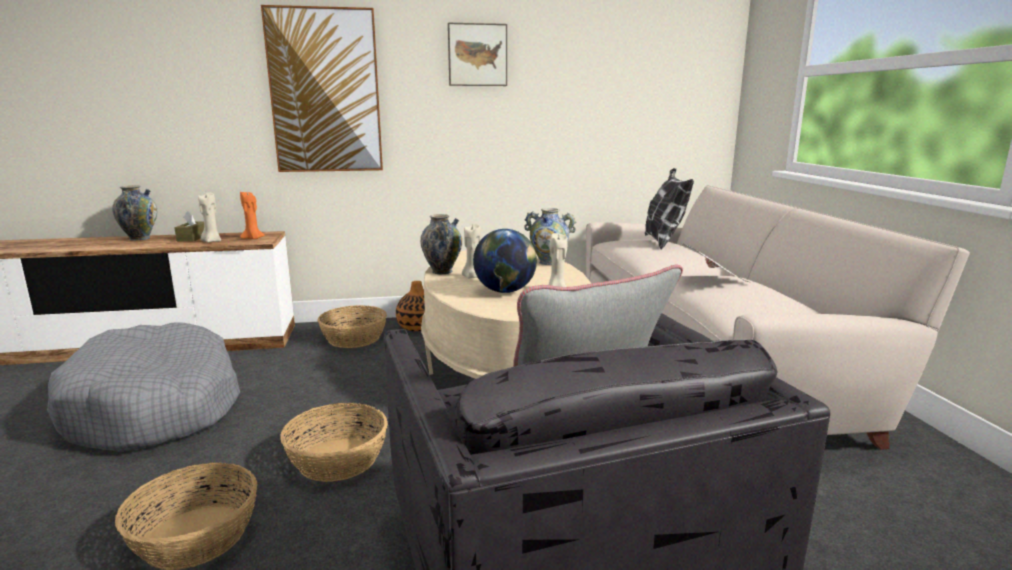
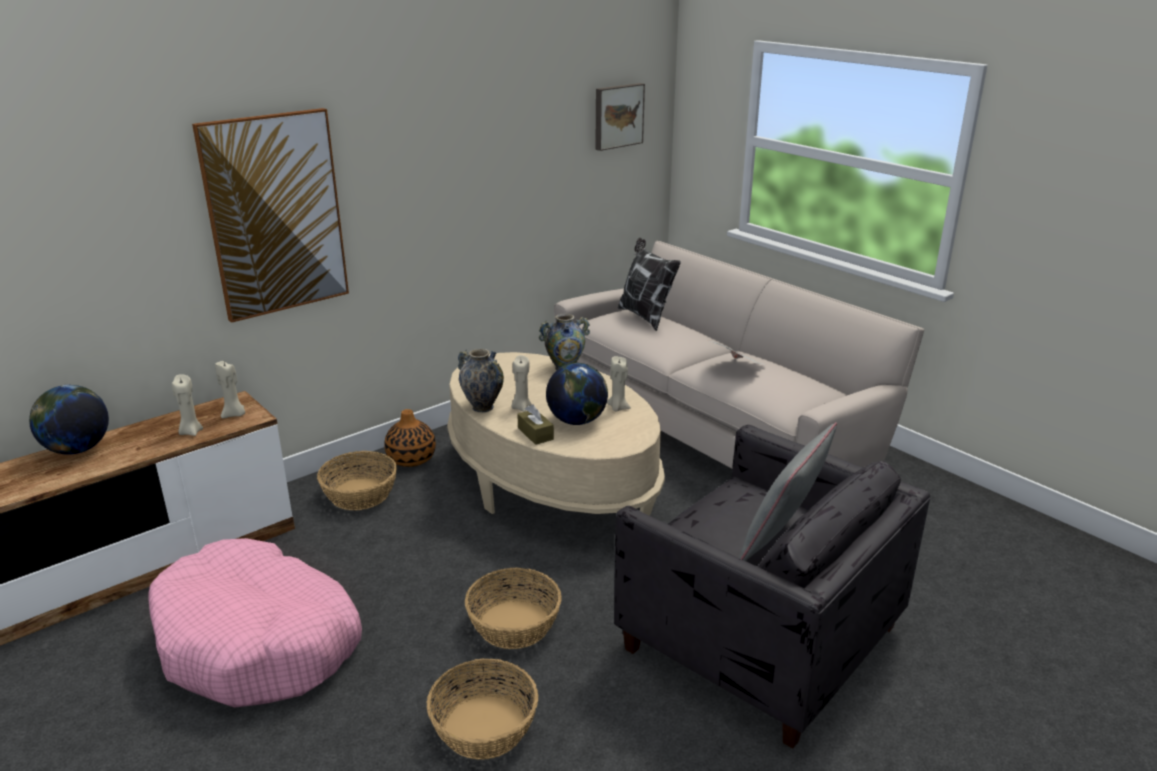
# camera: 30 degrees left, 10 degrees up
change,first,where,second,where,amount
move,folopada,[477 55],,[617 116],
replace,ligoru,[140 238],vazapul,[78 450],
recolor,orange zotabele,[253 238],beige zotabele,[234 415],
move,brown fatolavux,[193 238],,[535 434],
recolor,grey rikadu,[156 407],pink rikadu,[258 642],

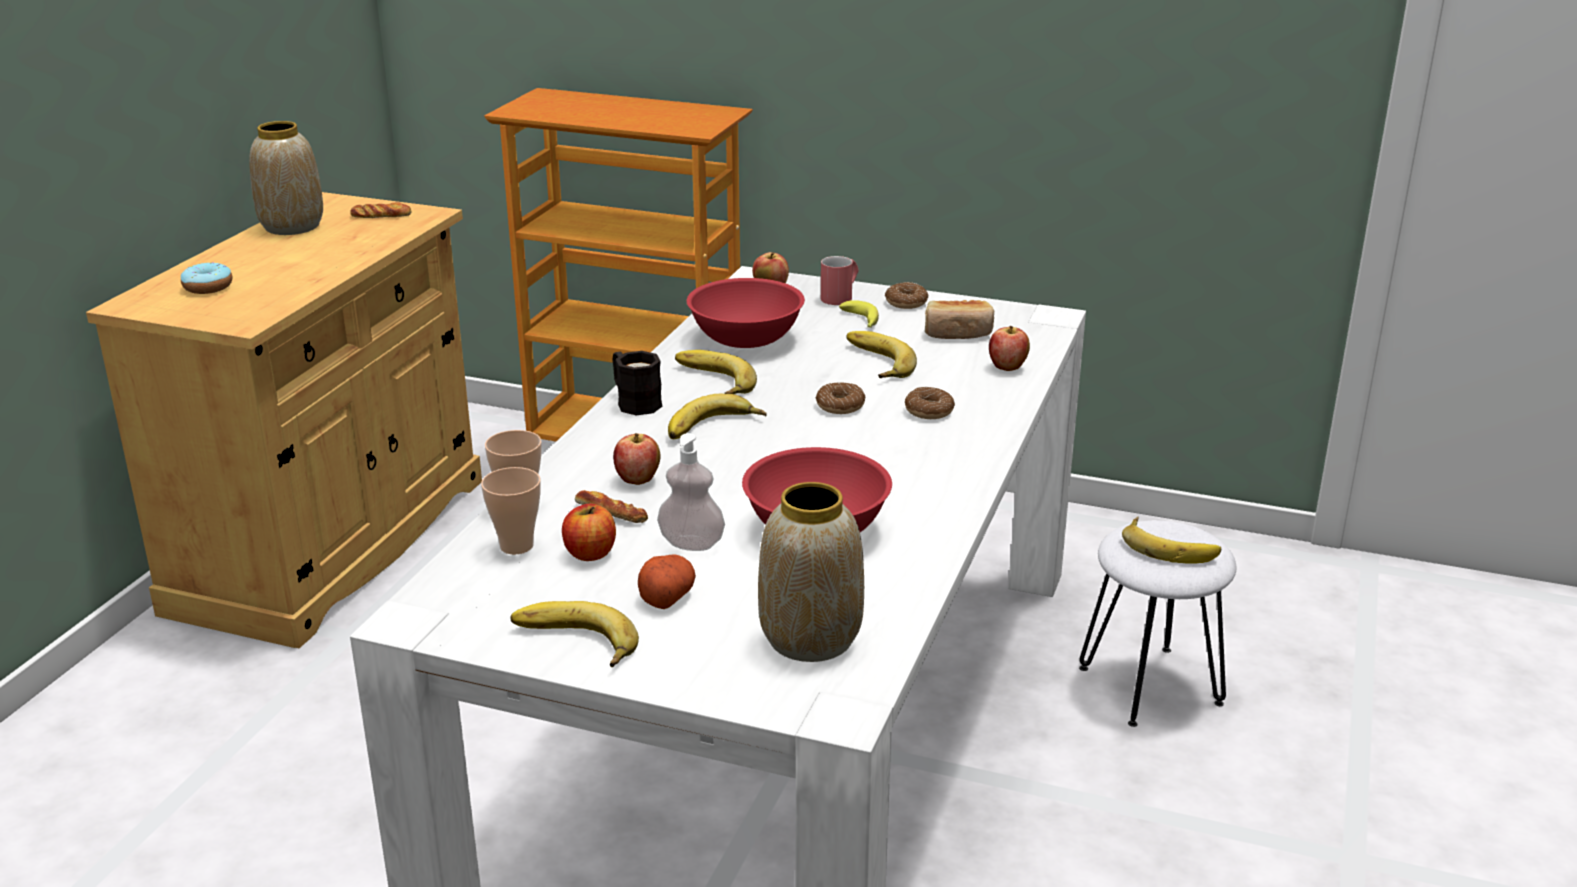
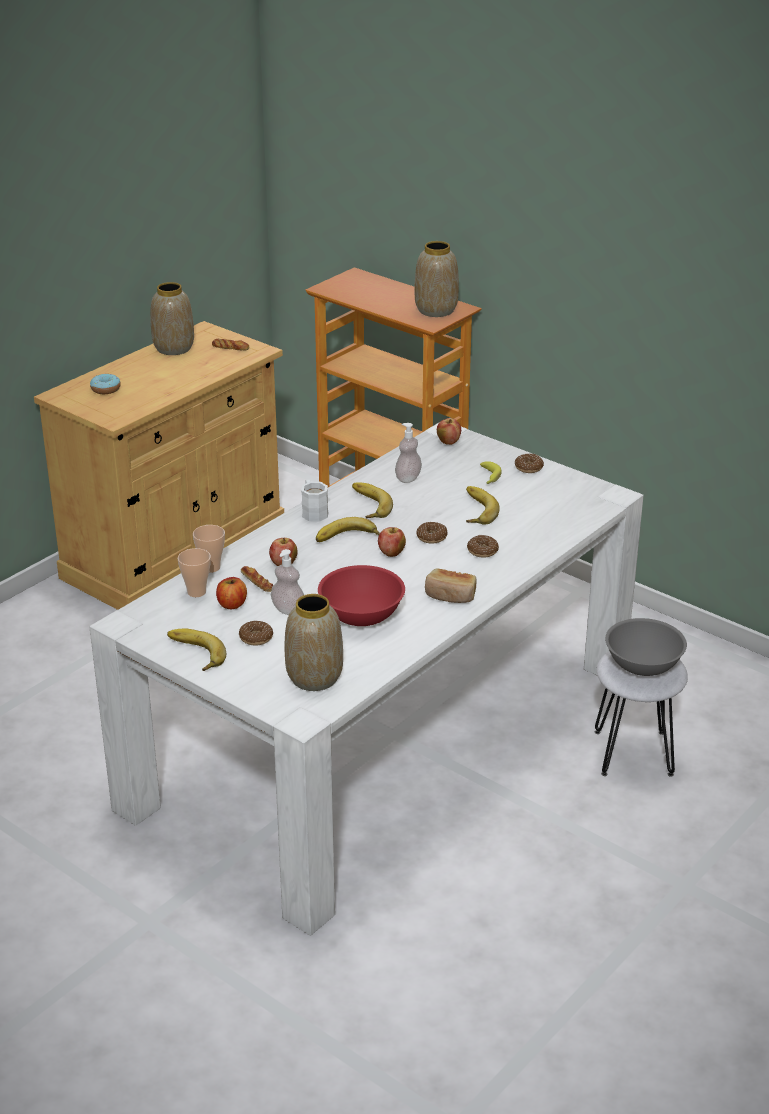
# camera: 20 degrees right, 5 degrees up
change,first,where,second,where,amount
delete,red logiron,[841 296],,,
replace,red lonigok,[746 339],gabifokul,[408 478],
move,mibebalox,[958 333],,[450 596],
move,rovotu,[1007 367],,[391 553],
recolor,black logiron,[634 402],white logiron,[313 511],
replace,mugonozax,[1170 546],grey lonigok,[644 665],
replace,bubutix,[666 596],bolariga,[256 638],
insert,,,ligoru,[436 310],

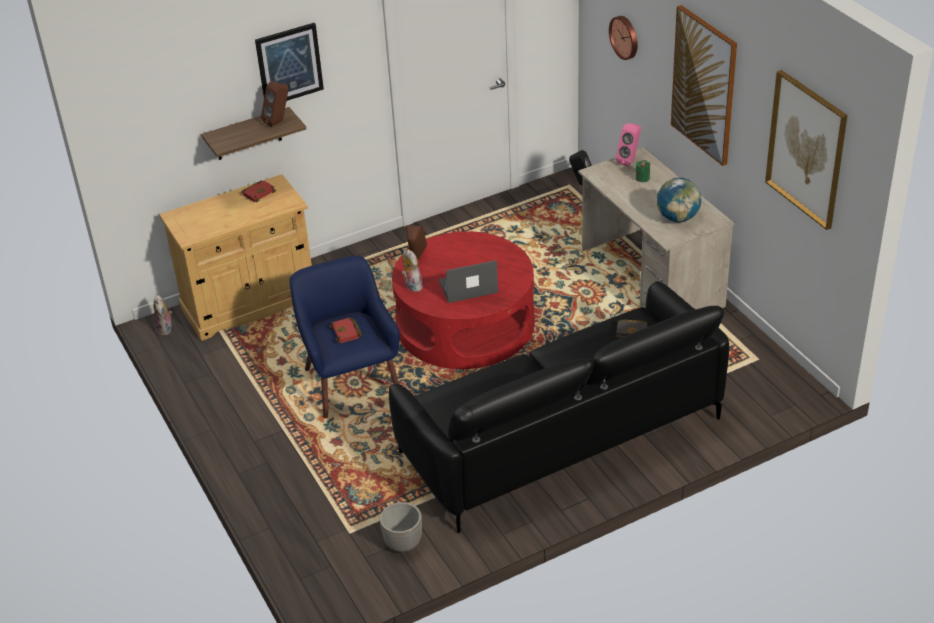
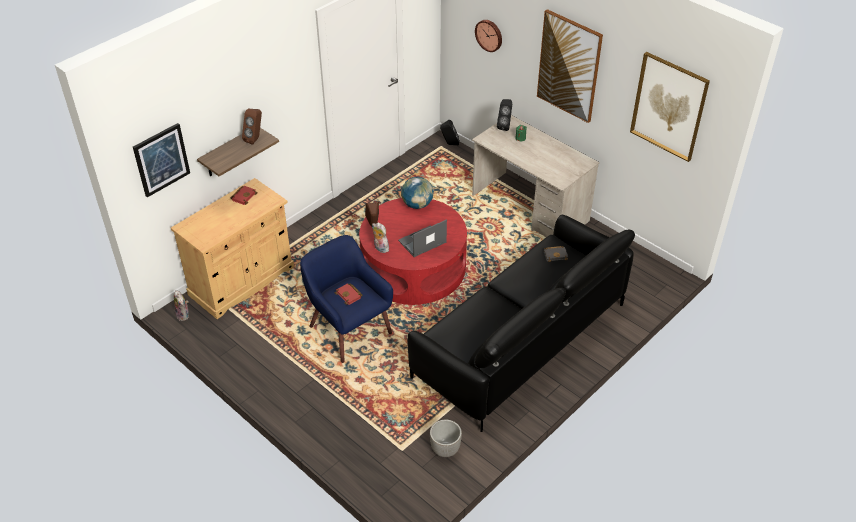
# camera: 20 degrees left, 5 degrees up
change,first,where,second,where,amount
move,folopada,[289 64],,[161 159],
recolor,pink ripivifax,[629 161],black ripivifax,[505 126],
move,vazapul,[678 218],,[417 205],

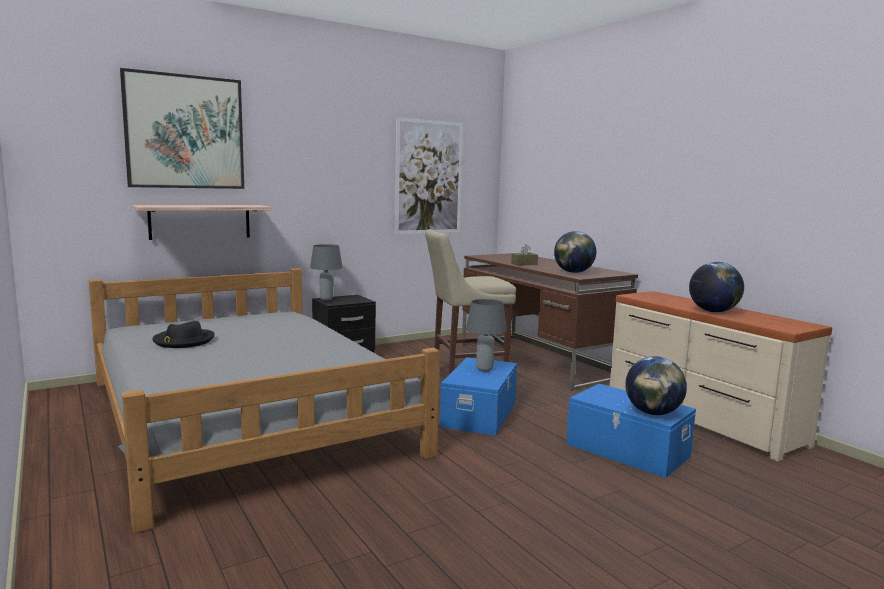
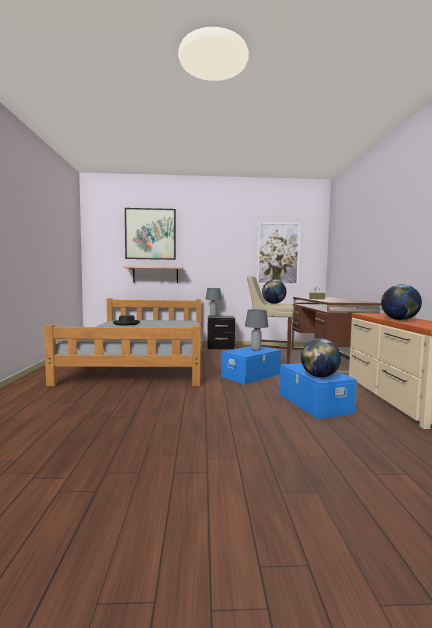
# camera: 30 degrees right, 5 degrees down
change,first,where,second,where,amount
move,vazapul,[573 272],,[273 303],

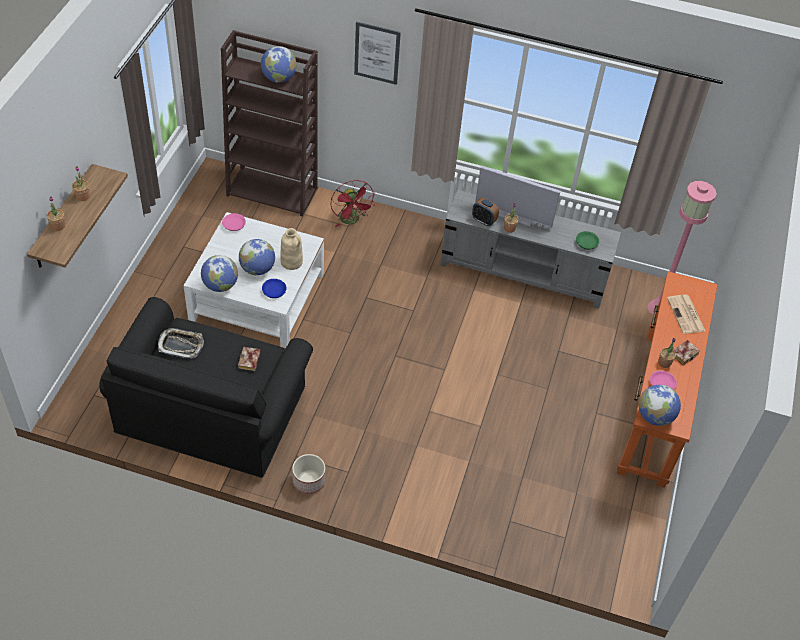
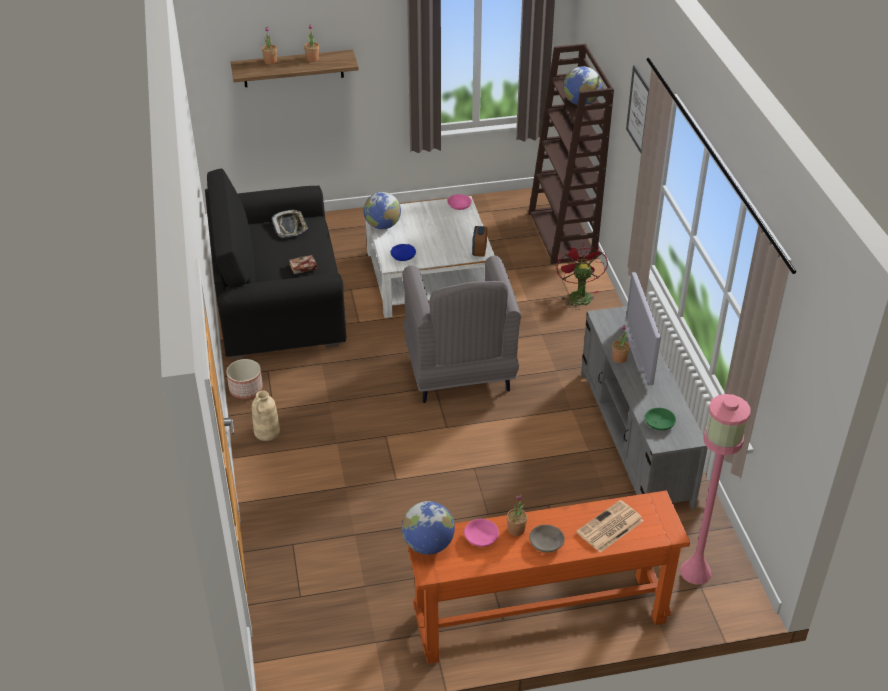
# camera: 65 degrees right, 10 degrees down
change,first,where,second,where,amount
rotate,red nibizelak,[352 220],,[578 295],135 degrees clockwise
move,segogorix,[484 220],,[479 252],
move,beige ligoru,[292 262],,[267 432],
delete,vazapul,[257 269],,,
replace,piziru,[684 353],grey lonigok,[547 543],
insert,,,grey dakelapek,[459 373],

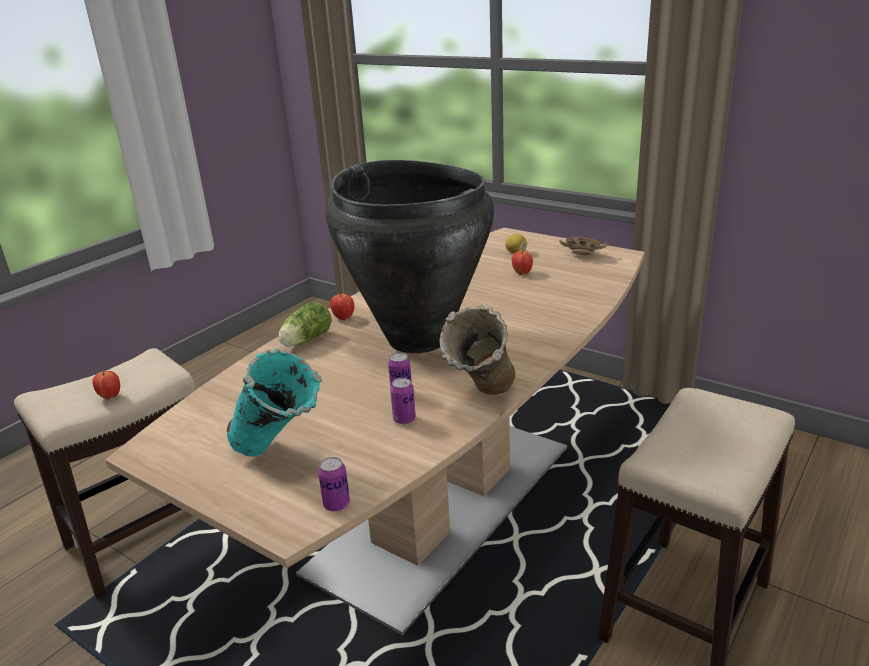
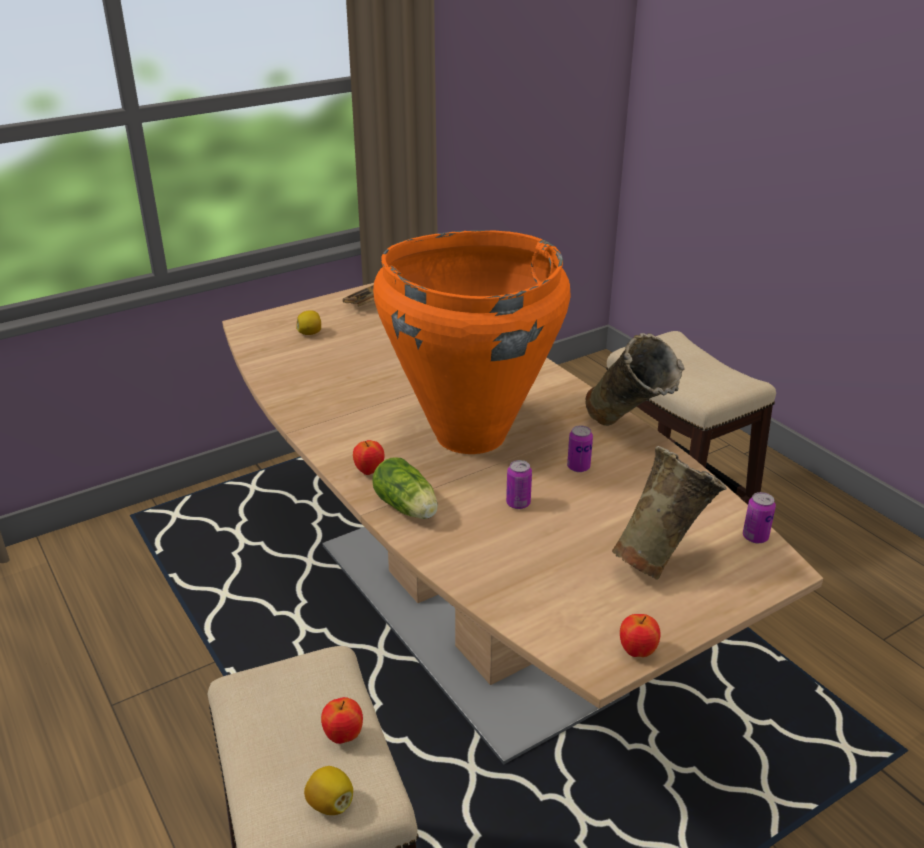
# camera: 70 degrees left, 5 degrees up
change,first,where,second,where,amount
recolor,black ligoru,[419 339],orange ligoru,[471 434],
move,rovotu,[522 273],,[637 651],
recolor,turquoise ligoru,[280 457],beige ligoru,[662 560],
move,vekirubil,[404 419],,[518 503],
insert,,,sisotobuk,[330 803],

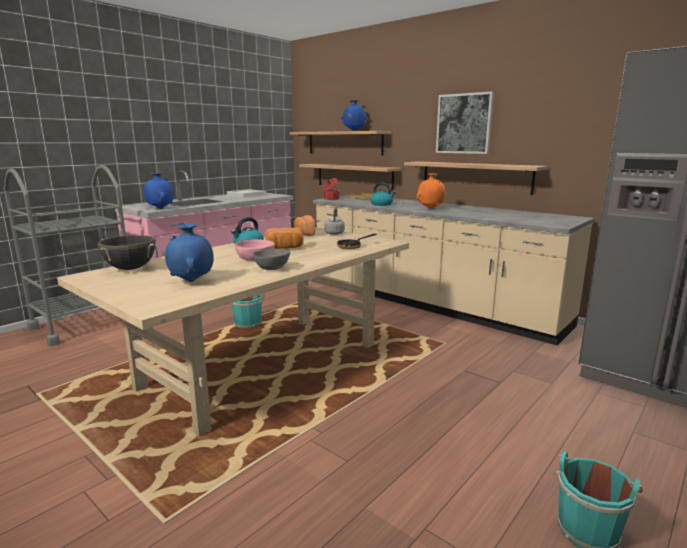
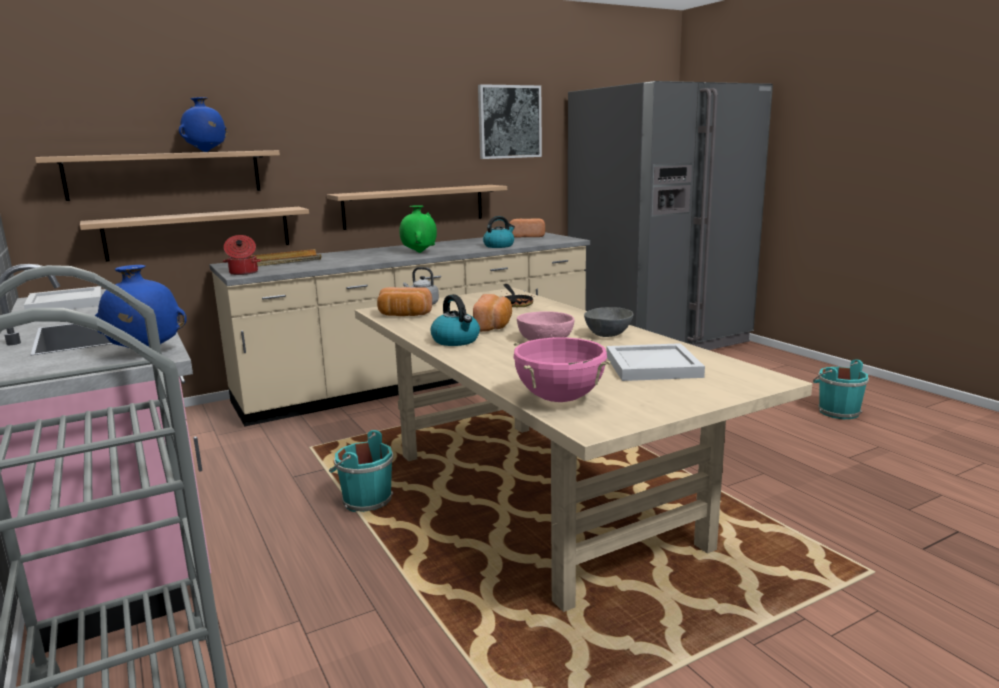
# camera: 70 degrees left, 0 degrees up
change,first,where,second,where,amount
move,folopada,[464 123],,[509 122],
recolor,orange ligoru,[430 208],green ligoru,[419 252],
move,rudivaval,[382 204],,[499 246],
replace,blue ligoru,[192 281],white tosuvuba,[653 366],
recolor,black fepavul,[130 269],pink fepavul,[560 399],
insert,,,mibebalox,[527 236],

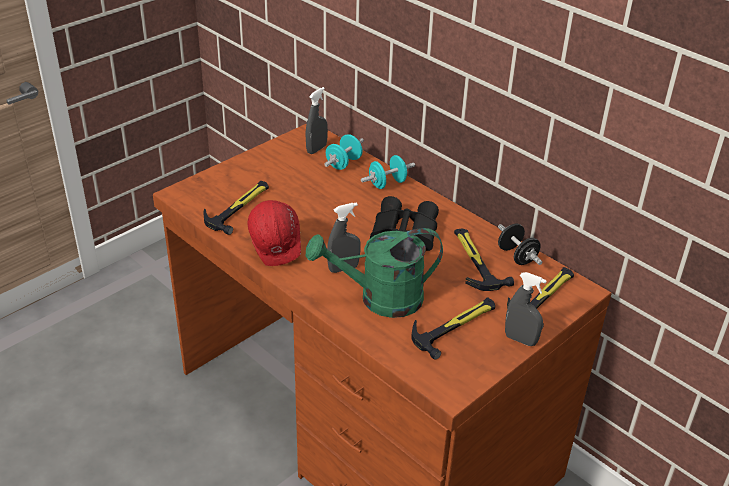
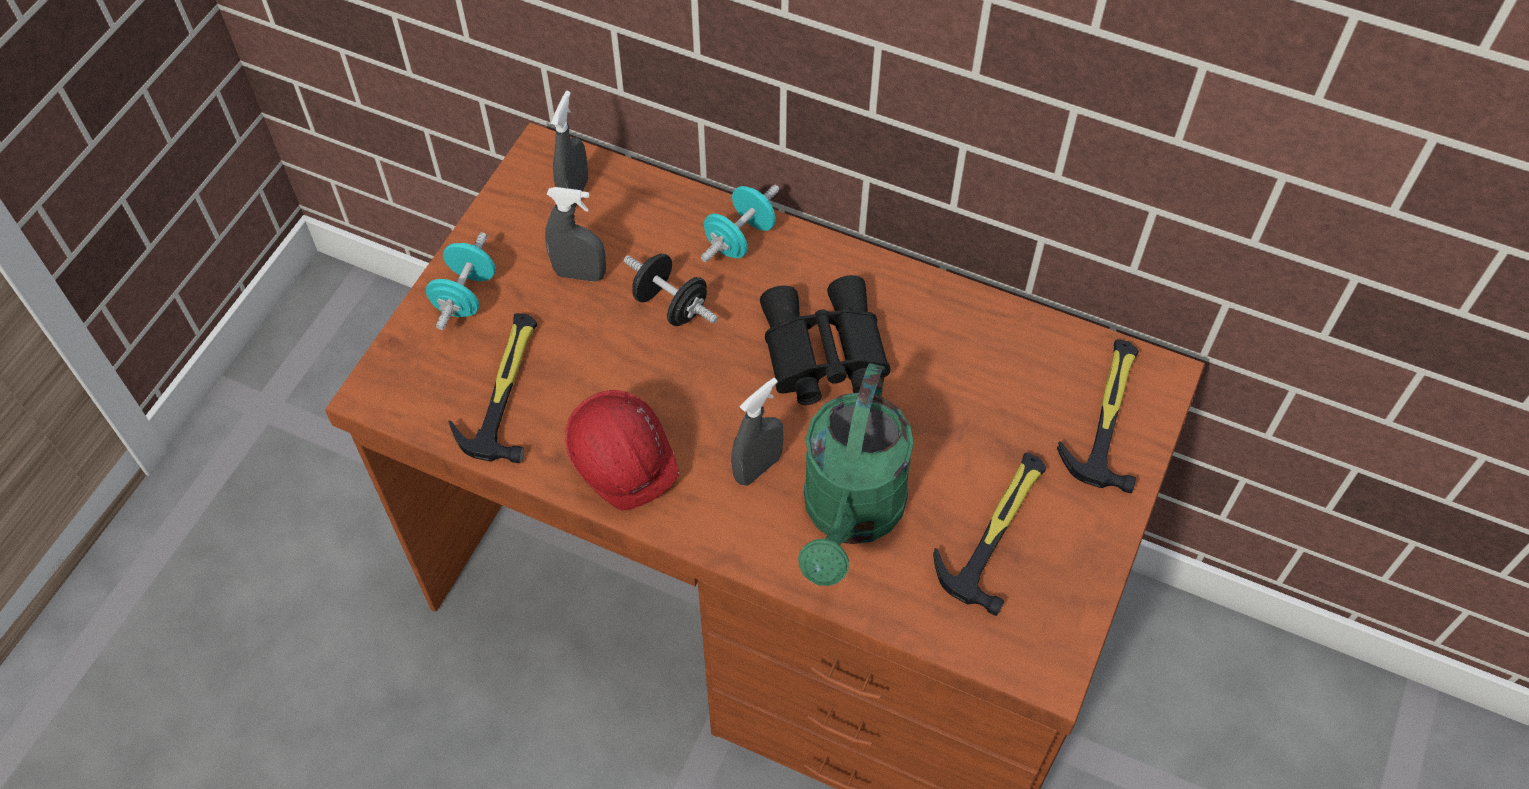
# camera: 20 degrees left, 20 degrees up
change,first,where,second,where,amount
move,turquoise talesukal,[343 163],,[465 296],
move,black talesukal,[517 256],,[671 305],
rotate,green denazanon,[380 299],,[850 516],45 degrees counterclockwise
delete,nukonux,[475 261],,,
move,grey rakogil,[520 340],,[580 274],

